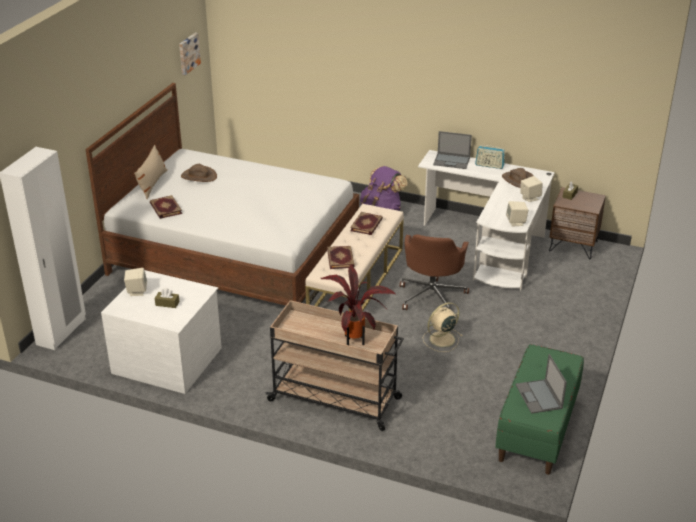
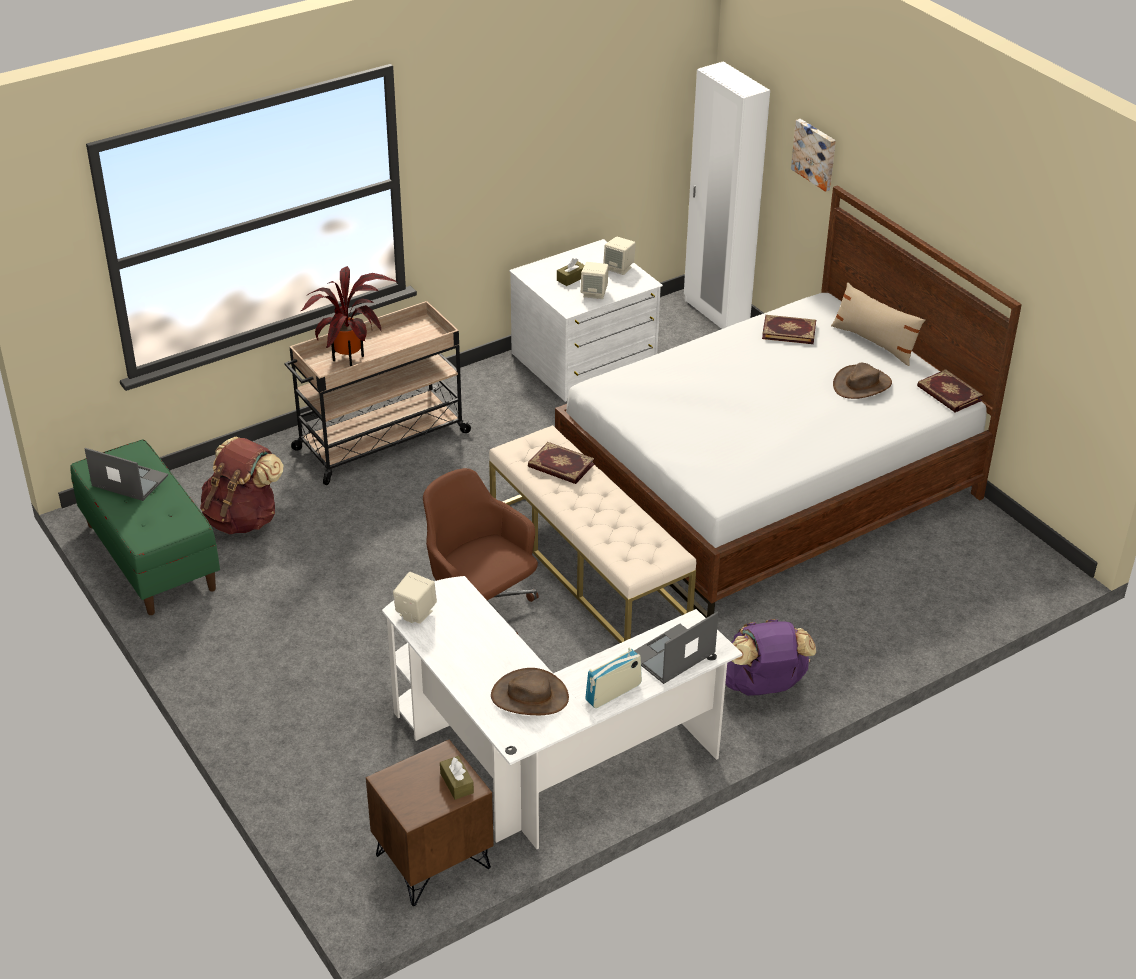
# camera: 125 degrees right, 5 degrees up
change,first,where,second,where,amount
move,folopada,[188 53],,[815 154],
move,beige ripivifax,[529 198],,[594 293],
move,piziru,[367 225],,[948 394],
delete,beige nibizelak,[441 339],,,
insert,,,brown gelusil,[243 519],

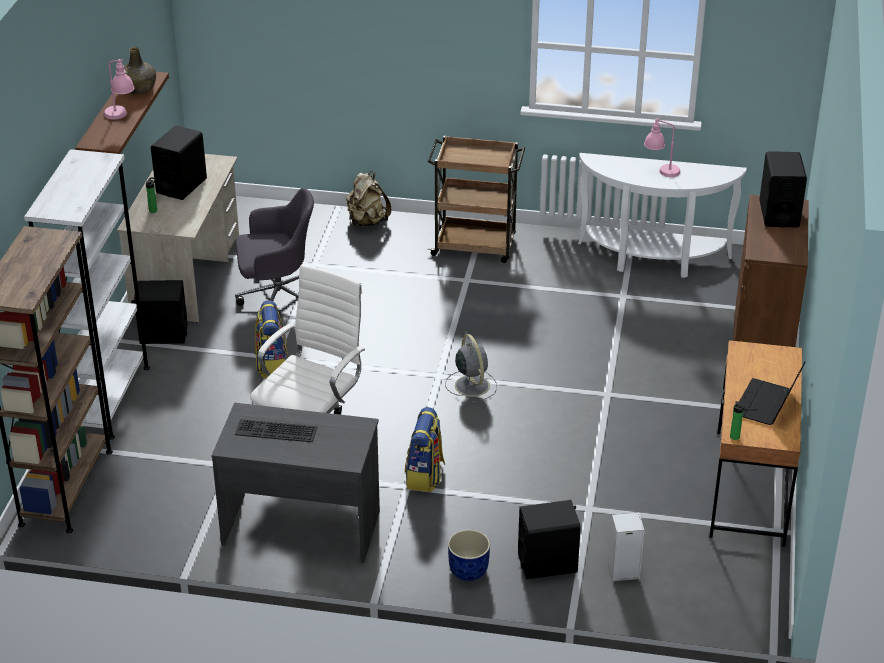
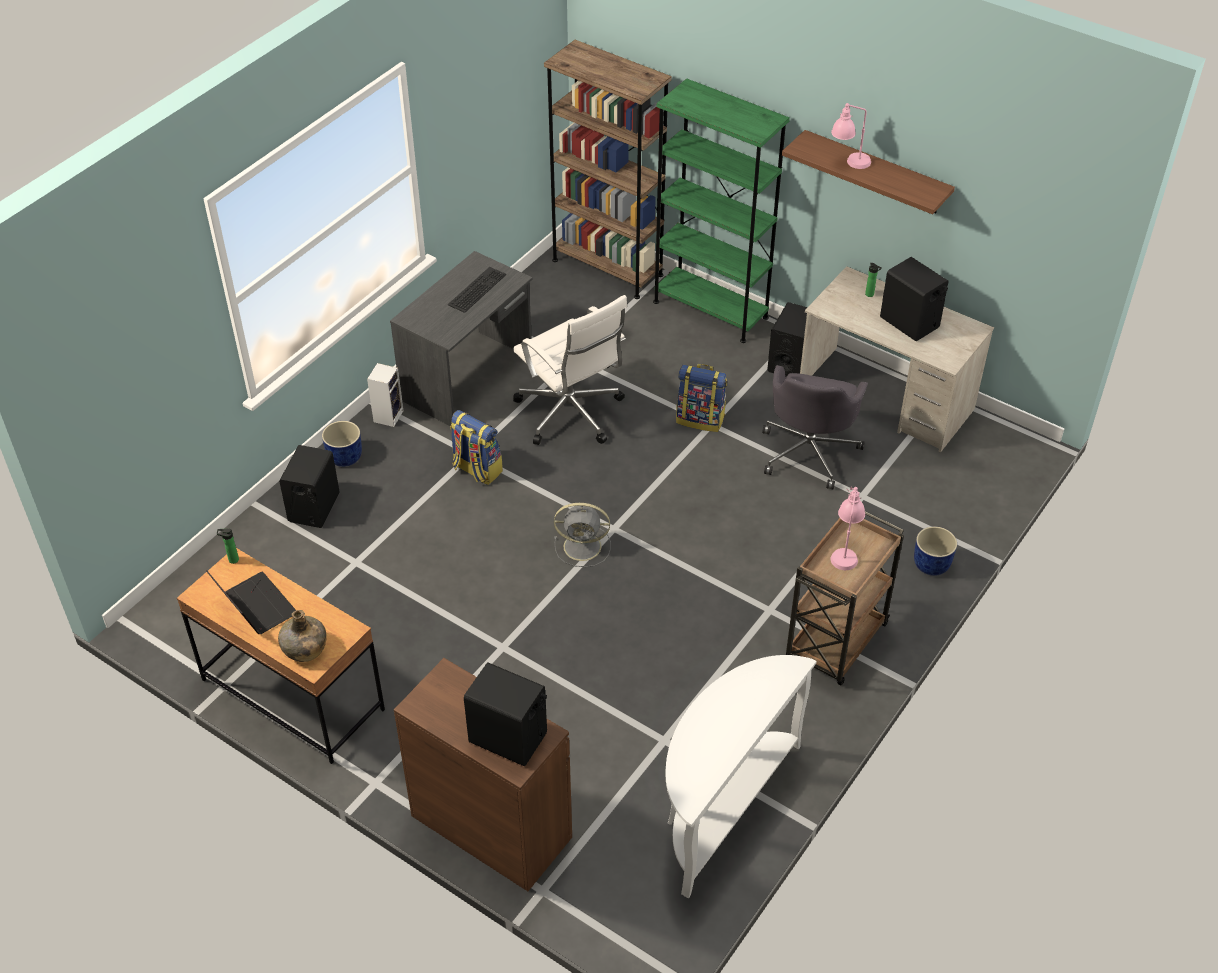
# camera: 115 degrees right, 10 degrees up
change,first,where,second,where,amount
move,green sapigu,[139 88],,[304 648],
move,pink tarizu,[660 173],,[845 550],
recolor,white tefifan,[107 399],green tefifan,[710 309],
replace,beige gelusil,[367 222],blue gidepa,[931 564],
move,ripivifax,[622 571],,[388 415],

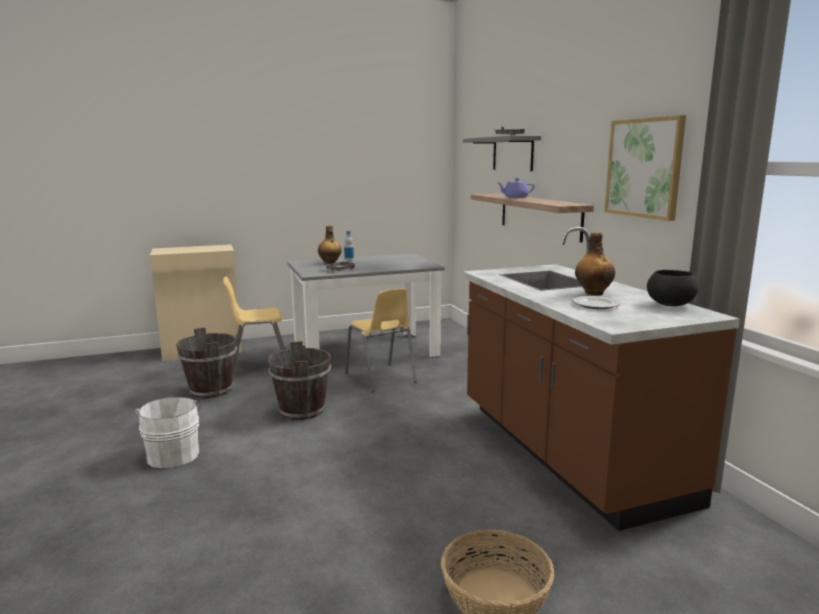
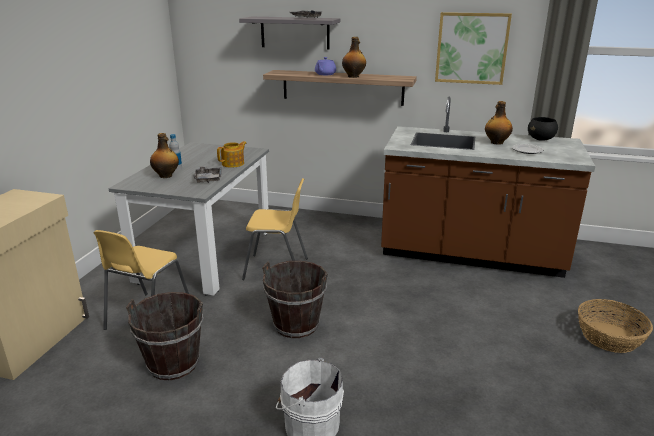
# camera: 55 degrees left, 10 degrees up
change,first,where,second,where,amount
insert,,,sapigu,[353 76],
insert,,,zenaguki,[233 164],

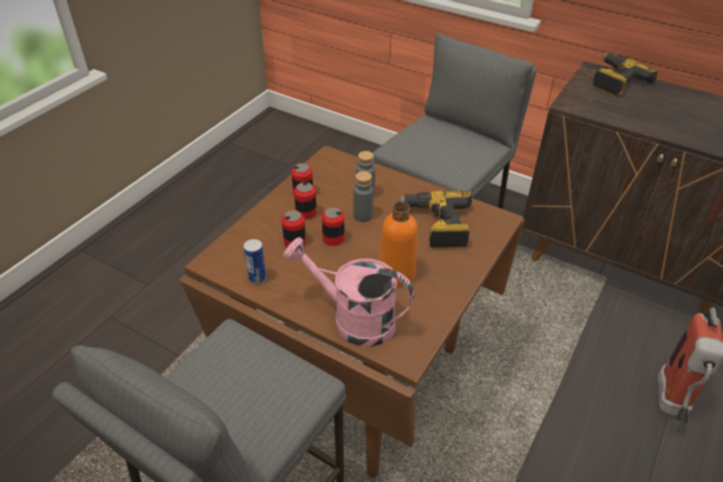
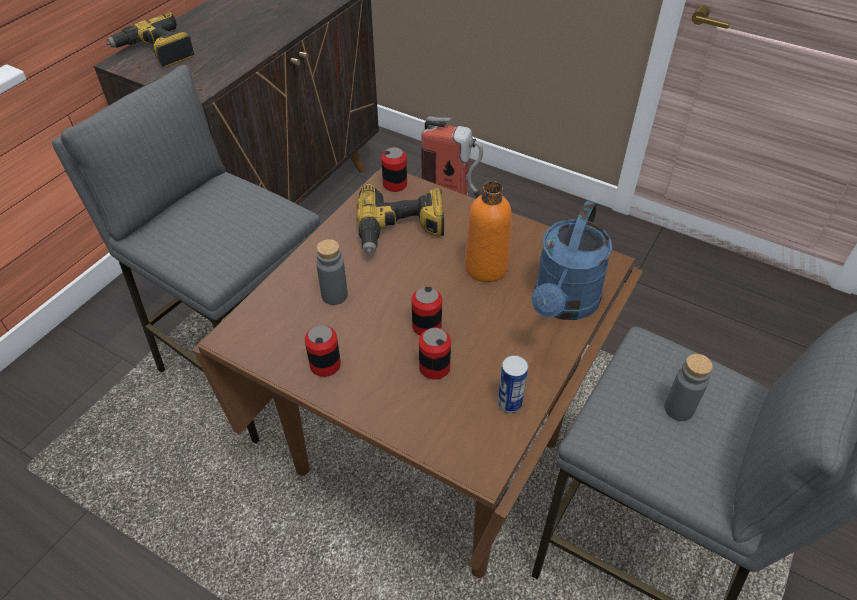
# camera: 90 degrees left, 5 degrees up
change,first,where,second,where,amount
move,grey sapigu,[363 216],,[678 409],
move,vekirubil,[306 213],,[395 184],
recolor,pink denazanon,[353 319],blue denazanon,[563 305],

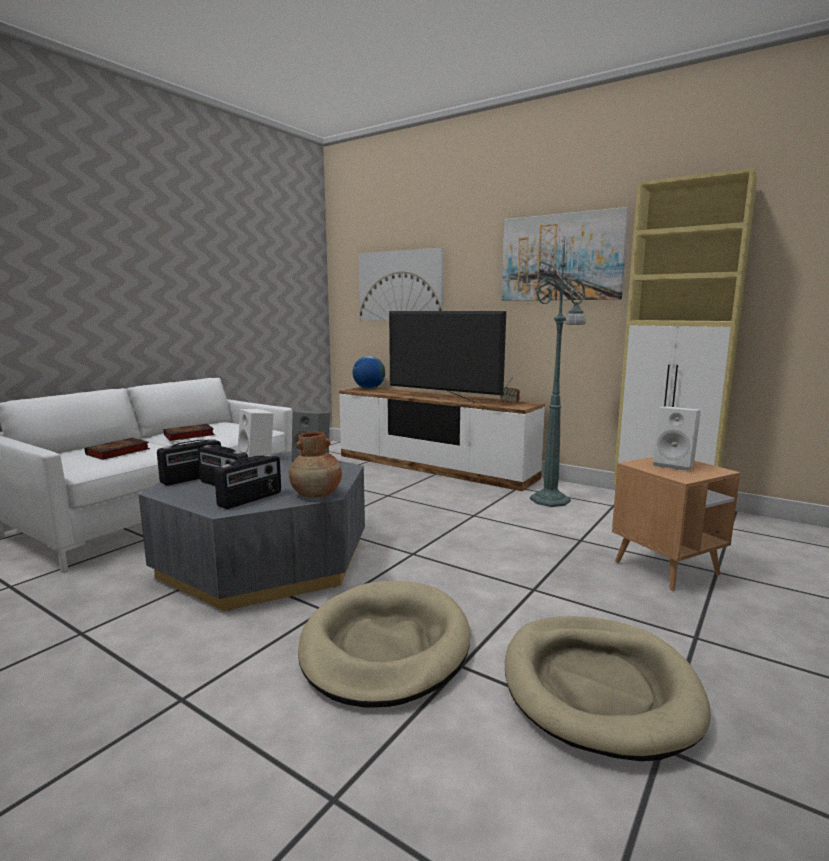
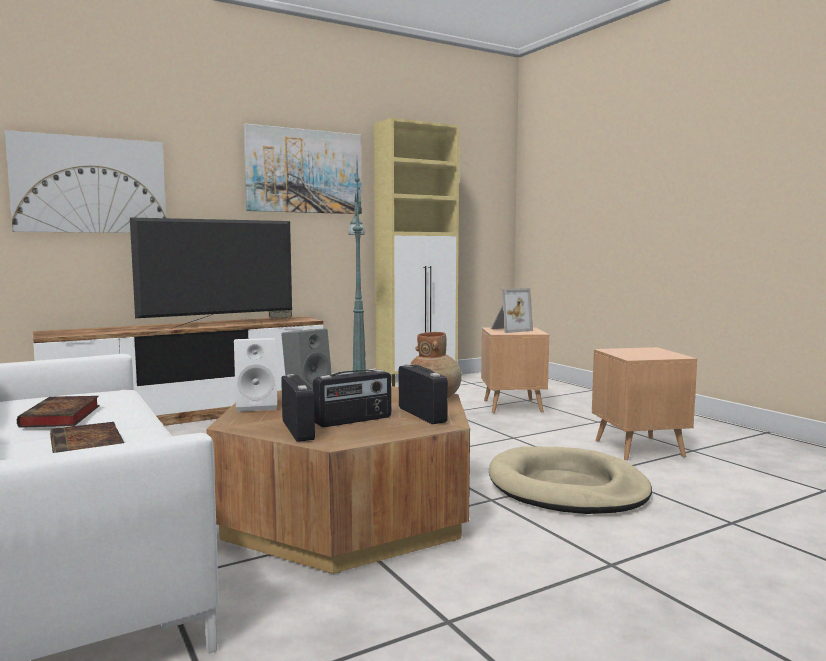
# camera: 65 degrees left, 5 degrees down
change,first,where,second,where,amount
delete,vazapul,[369 388],,,
replace,white ripivifax,[675 465],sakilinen,[509 330],
recolor,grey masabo,[265 558],brown masabo,[346 512],
replace,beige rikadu,[598 687],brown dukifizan,[639 449],

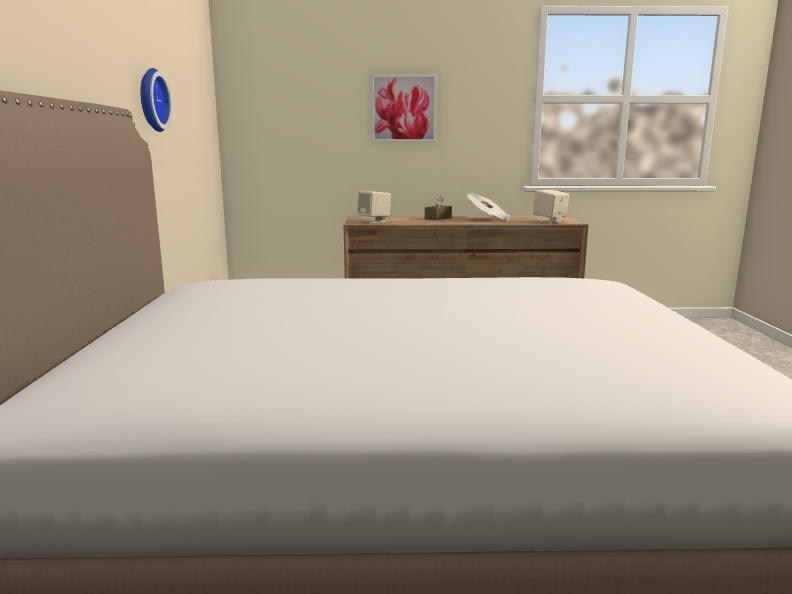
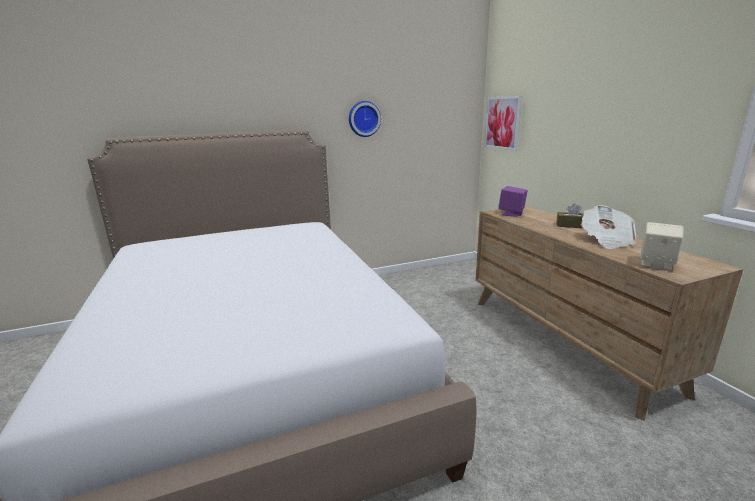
# camera: 70 degrees right, 5 degrees up
change,first,where,second,where,amount
move,folopada,[403 109],,[502 123],
recolor,beige ripivifax,[374 221],purple ripivifax,[511 214],

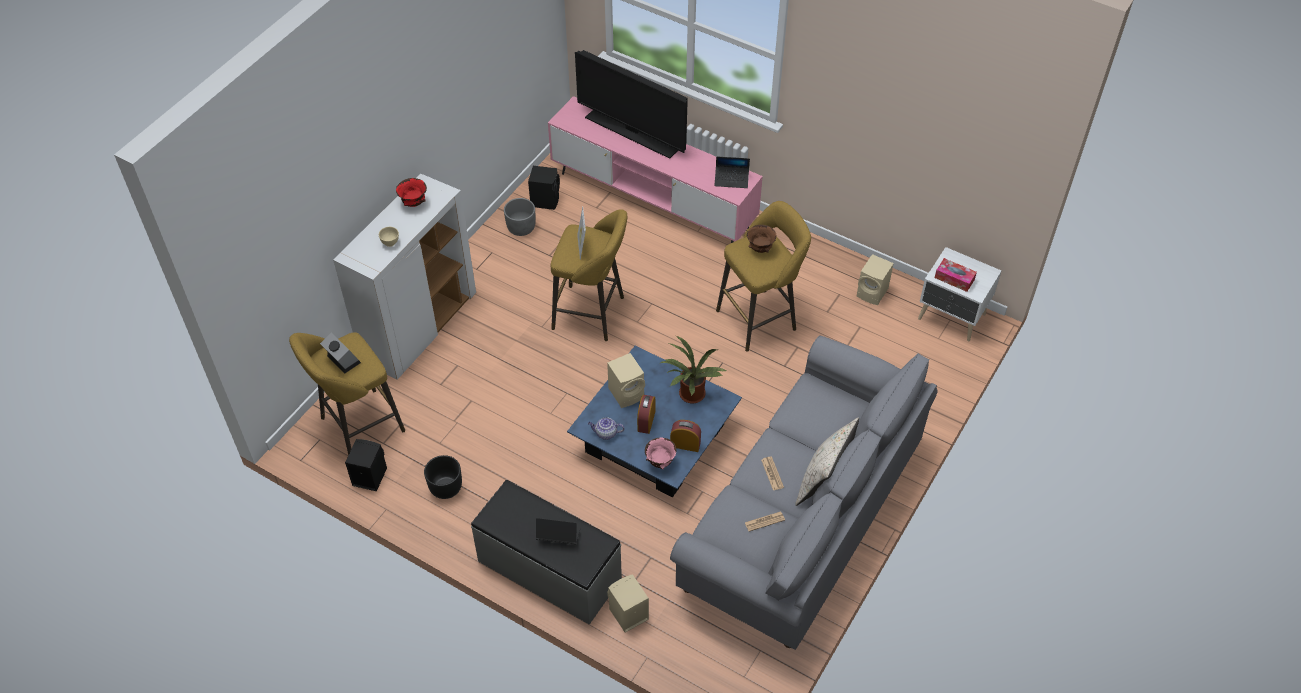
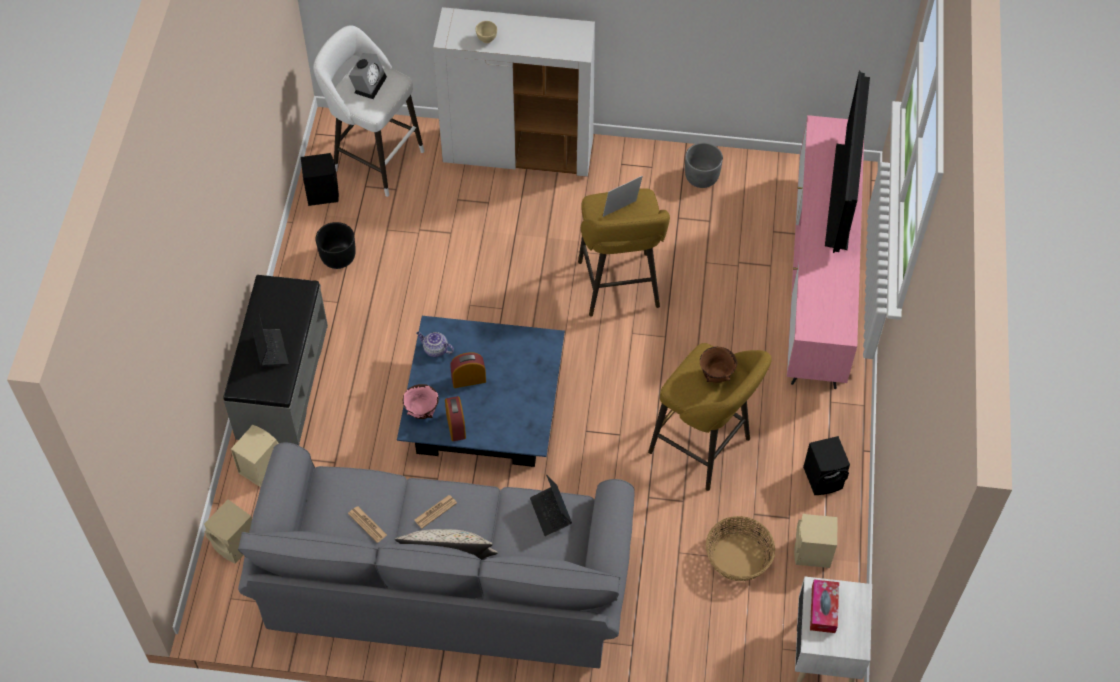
# camera: 65 degrees right, 5 degrees up
change,first,where,second,where,amount
move,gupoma,[731 179],,[551 513],
move,black ripivifax,[545 200],,[824 478],
delete,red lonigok,[413 203],,,
recolor,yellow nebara,[358 427],white nebara,[374 158],
delete,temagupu,[690 396],,,
move,beige ripivifax,[627 393],,[236 544],
rotate,zenaguki,[605 433],,[435 350],45 degrees counterclockwise
insert,,,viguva,[738 557],

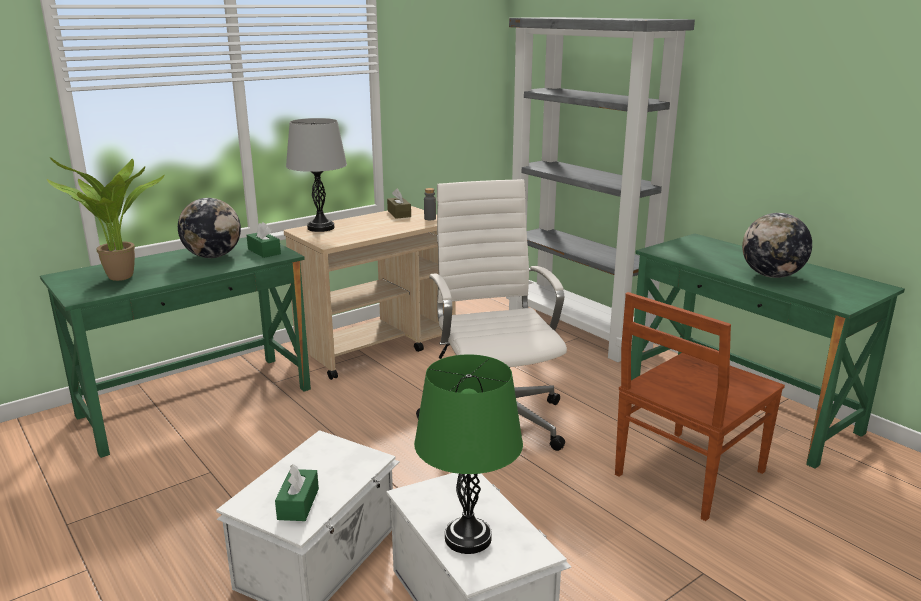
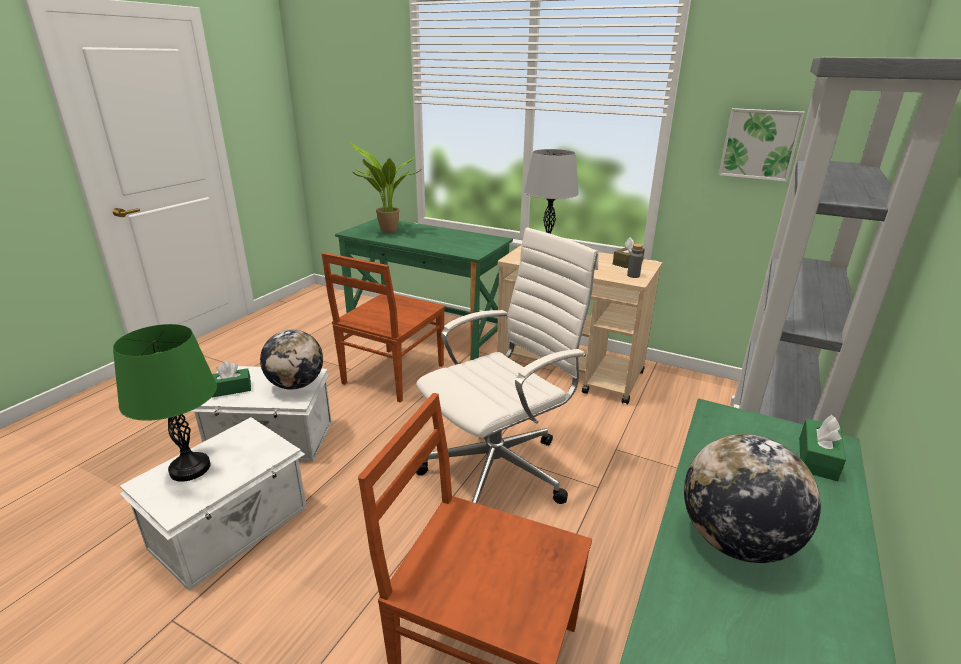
# camera: 65 degrees right, 5 degrees up
change,first,where,second,where,amount
move,vazapul,[213 256],,[296 384],
move,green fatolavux,[264 251],,[817 458],
insert,,,folopada,[759 144],
insert,,,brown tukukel,[392 375],

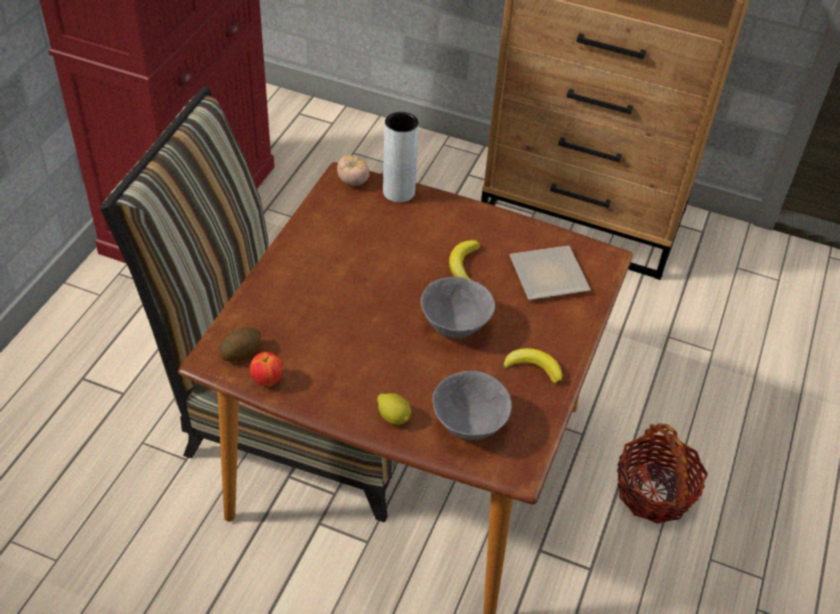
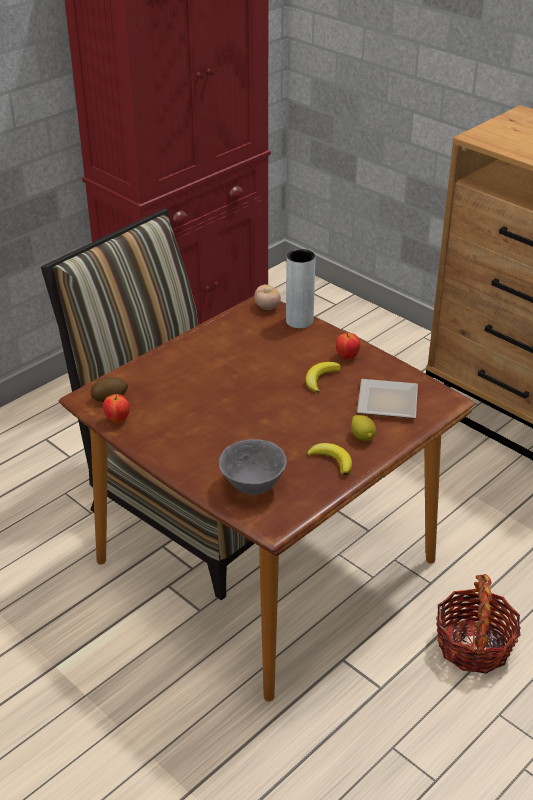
# camera: 25 degrees right, 10 degrees down
change,first,where,second,where,amount
delete,grey lonigok,[455 327],,,
move,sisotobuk,[394 417],,[362 437],
insert,,,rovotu,[347 356],

